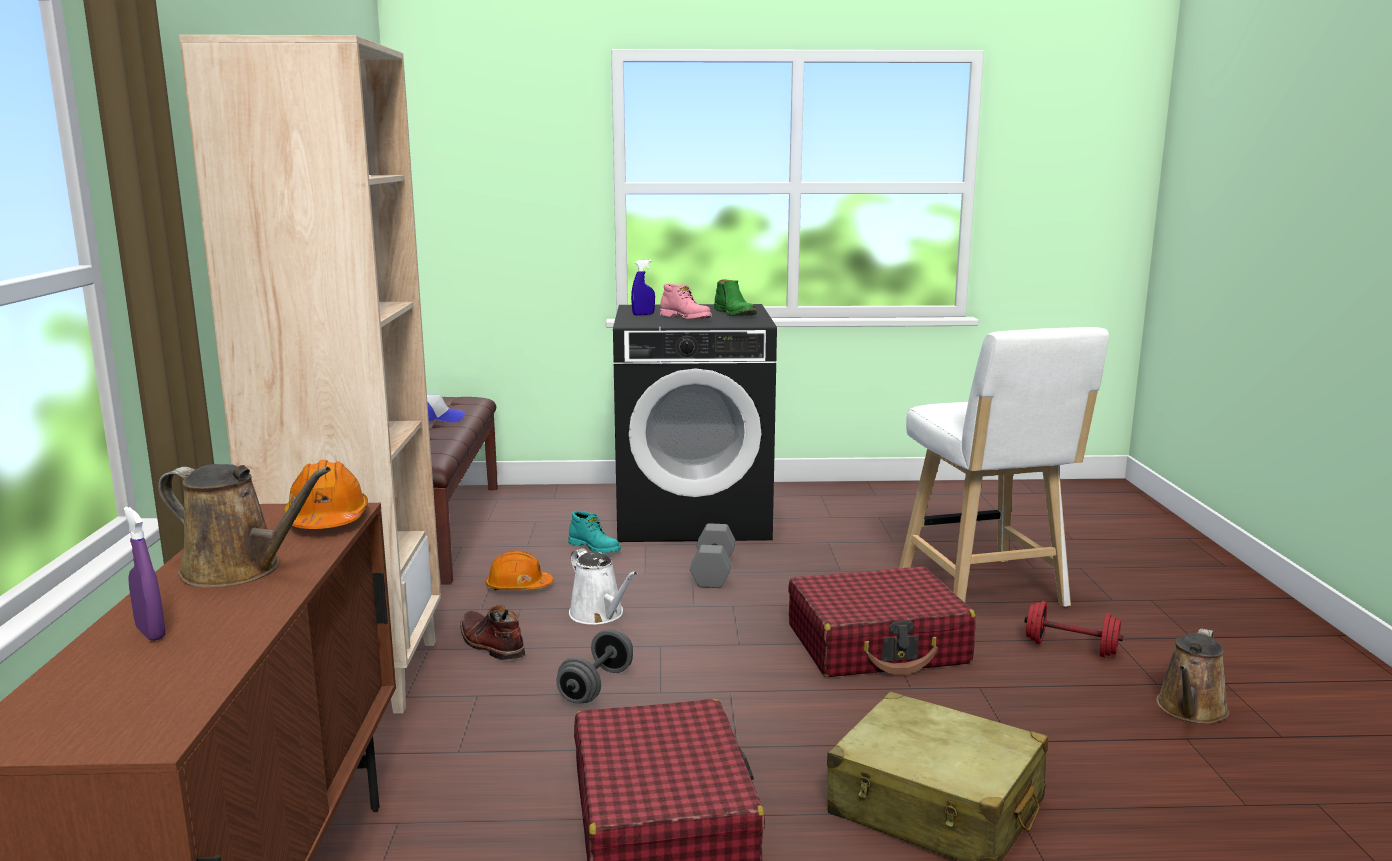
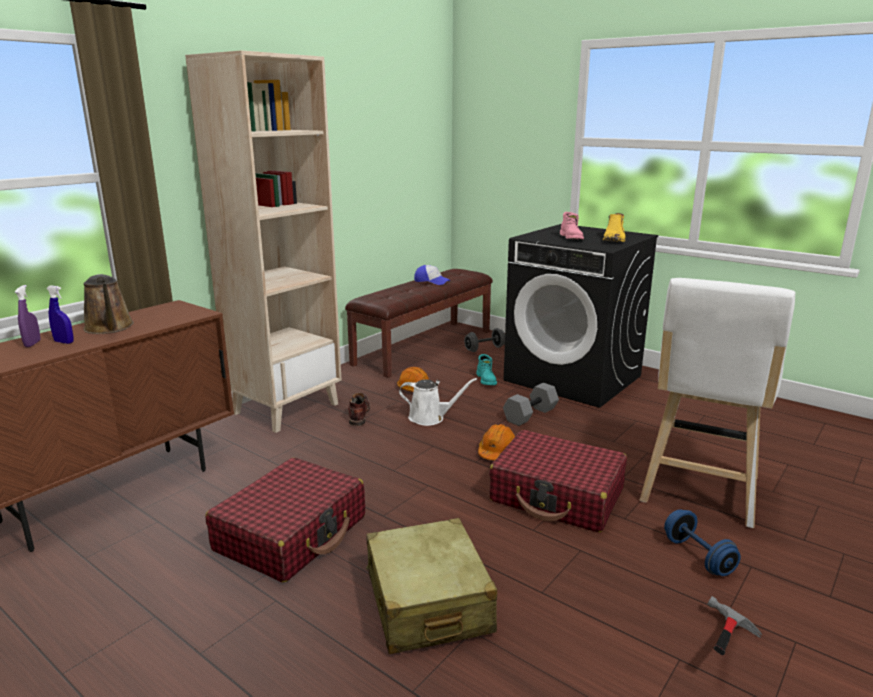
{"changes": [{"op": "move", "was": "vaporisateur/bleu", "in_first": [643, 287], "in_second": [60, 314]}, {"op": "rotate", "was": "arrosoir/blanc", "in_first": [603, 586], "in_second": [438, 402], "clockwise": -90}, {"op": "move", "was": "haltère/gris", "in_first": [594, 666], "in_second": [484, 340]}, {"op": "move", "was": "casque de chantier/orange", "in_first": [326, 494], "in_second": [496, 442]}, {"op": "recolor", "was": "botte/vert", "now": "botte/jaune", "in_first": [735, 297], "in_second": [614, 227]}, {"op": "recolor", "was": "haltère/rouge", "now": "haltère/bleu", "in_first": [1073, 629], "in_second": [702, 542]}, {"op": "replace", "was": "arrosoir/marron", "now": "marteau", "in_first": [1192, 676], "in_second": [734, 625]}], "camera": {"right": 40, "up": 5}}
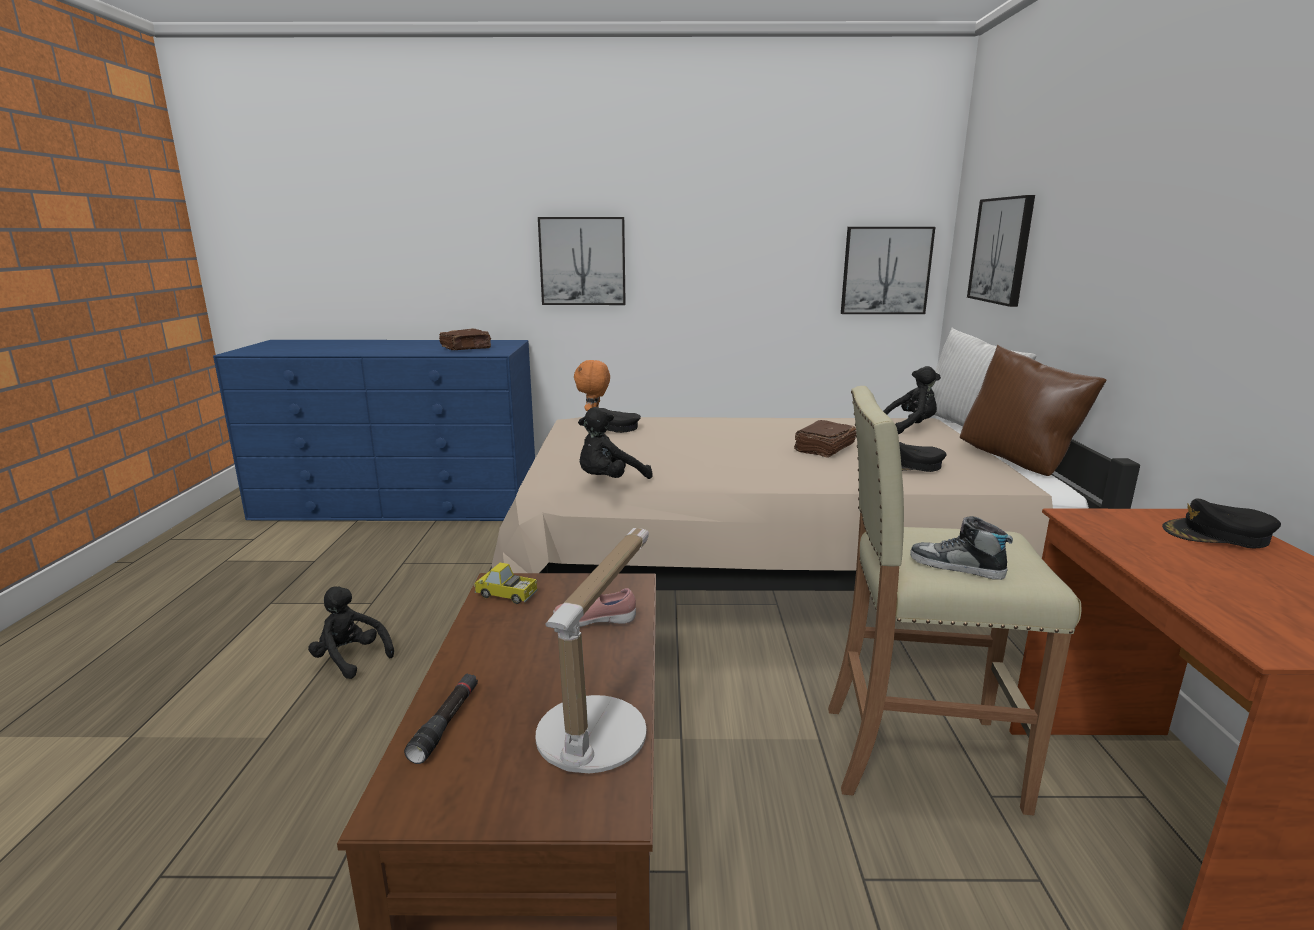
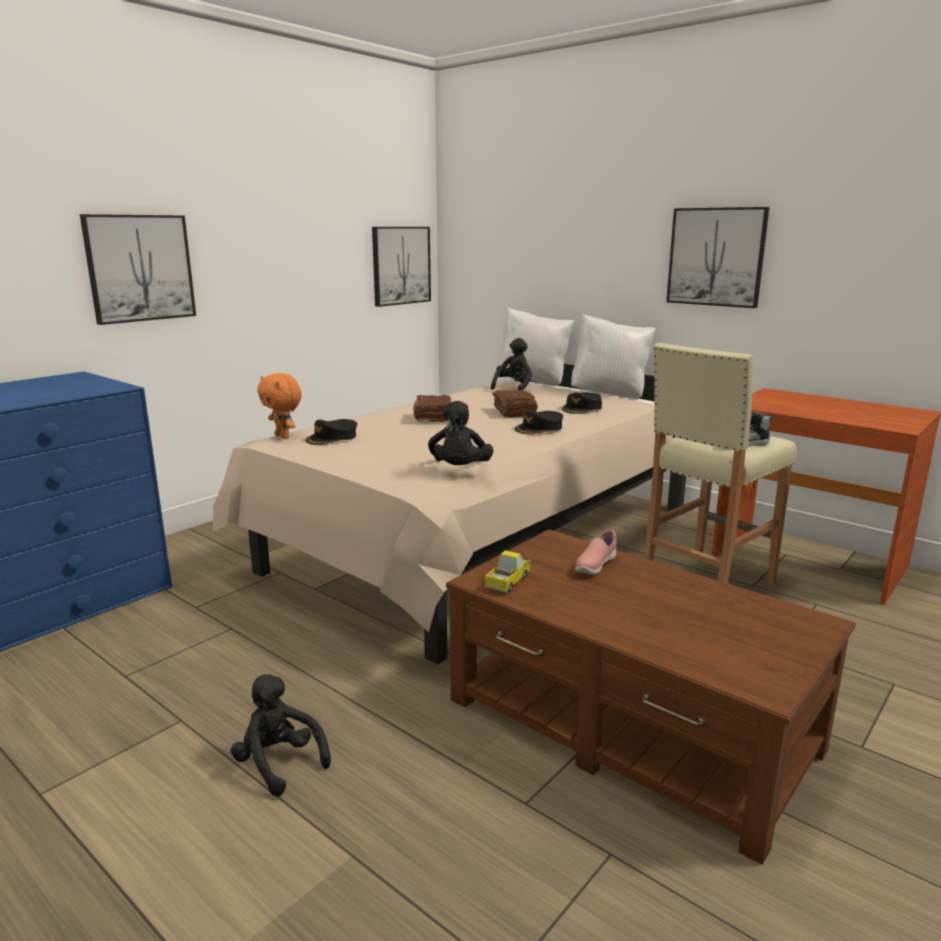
{"changes": [{"op": "rotate", "was": "peluche/noir", "in_first": [351, 632], "in_second": [281, 735], "clockwise": 60}, {"op": "move", "was": "livre/marron", "in_first": [465, 339], "in_second": [432, 408]}, {"op": "rotate", "was": "camion jouet", "in_first": [506, 583], "in_second": [507, 571], "clockwise": 150}, {"op": "move", "was": "casquette/noir", "in_first": [1221, 524], "in_second": [539, 422]}, {"op": "recolor", "was": "coussin/marron", "now": "coussin/blanc", "in_first": [1033, 410], "in_second": [613, 356]}, {"op": "move", "was": "tableau", "in_first": [1001, 251], "in_second": [717, 257]}, {"op": "delete", "was": "lampe de poche/noir", "in_first": [441, 718]}, {"op": "delete", "was": "lampe de table", "in_first": [592, 650]}], "camera": {"right": -50, "up": 0}}
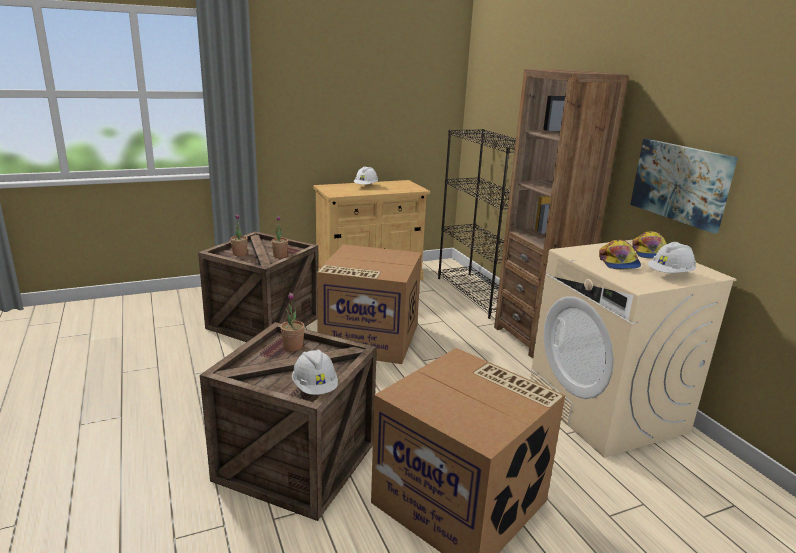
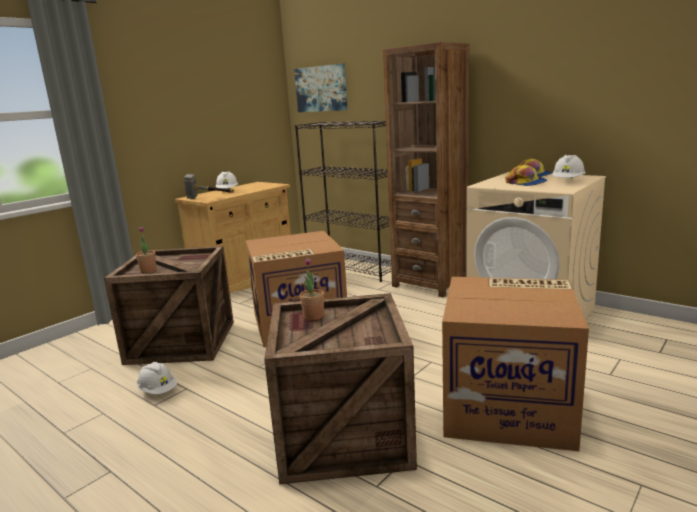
{"changes": [{"op": "move", "was": "casque de chantier/blanc", "in_first": [315, 372], "in_second": [157, 378]}, {"op": "insert", "now": "marteau", "in_second": [209, 186]}, {"op": "move", "was": "tableau", "in_first": [684, 186], "in_second": [320, 87]}, {"op": "delete", "was": "plante en pot", "in_first": [279, 237]}], "camera": {"right": -25, "up": -5}}
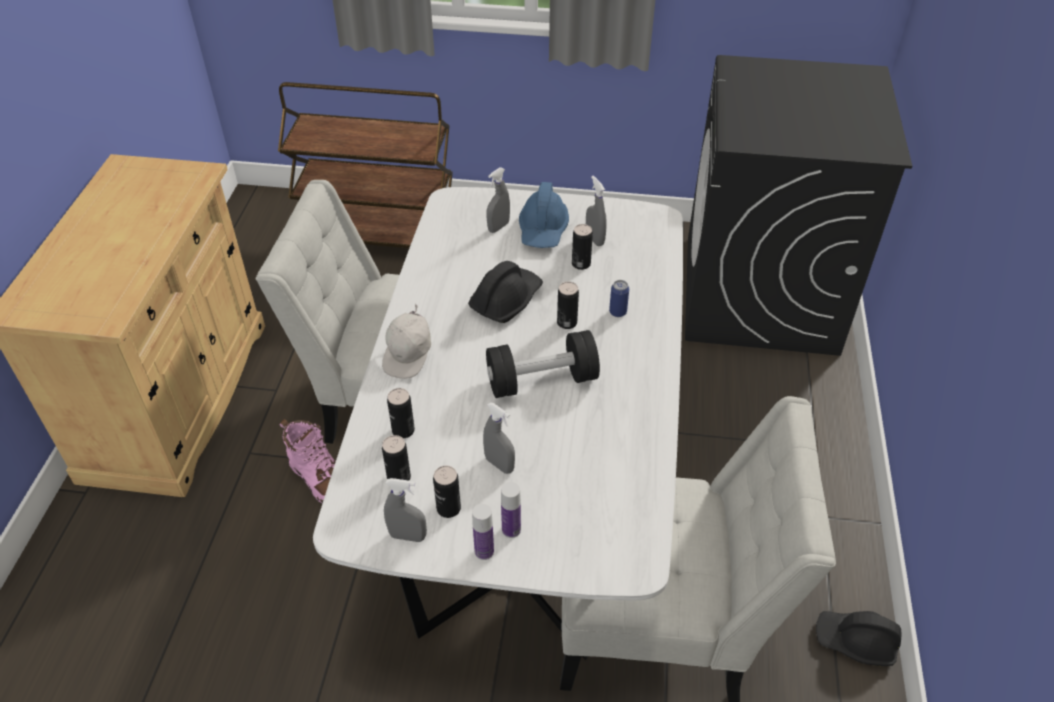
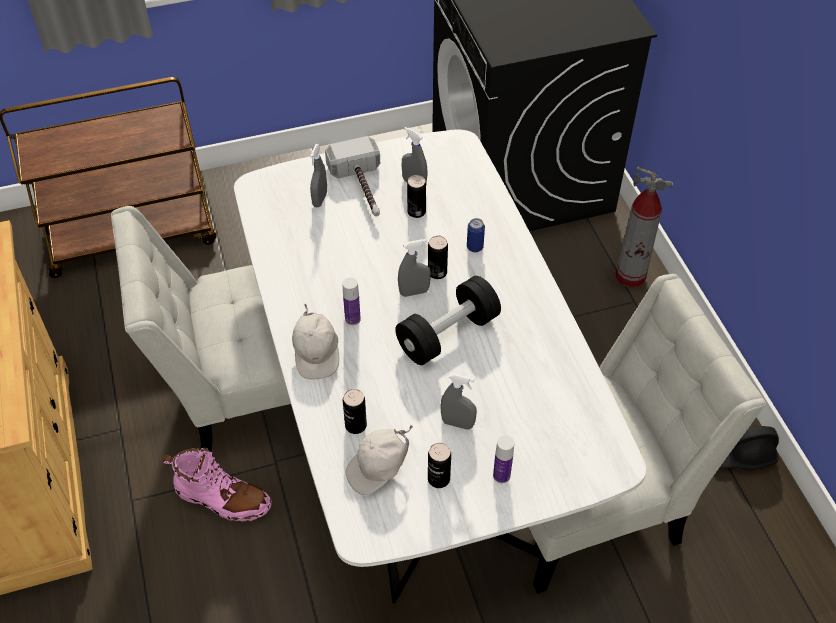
{"changes": [{"op": "replace", "was": "casque de chantier/bleu", "now": "marteau", "in_first": [544, 215], "in_second": [352, 176]}, {"op": "move", "was": "bouteille", "in_first": [483, 532], "in_second": [351, 301]}, {"op": "replace", "was": "boîte métallique", "now": "casquette/blanc", "in_first": [396, 458], "in_second": [379, 460]}, {"op": "move", "was": "vaporisateur/gris", "in_first": [405, 510], "in_second": [414, 268]}, {"op": "insert", "now": "extincteur", "in_second": [644, 227]}, {"op": "delete", "was": "casque de chantier/noir", "in_first": [505, 292]}], "camera": {"right": -25, "up": 5}}
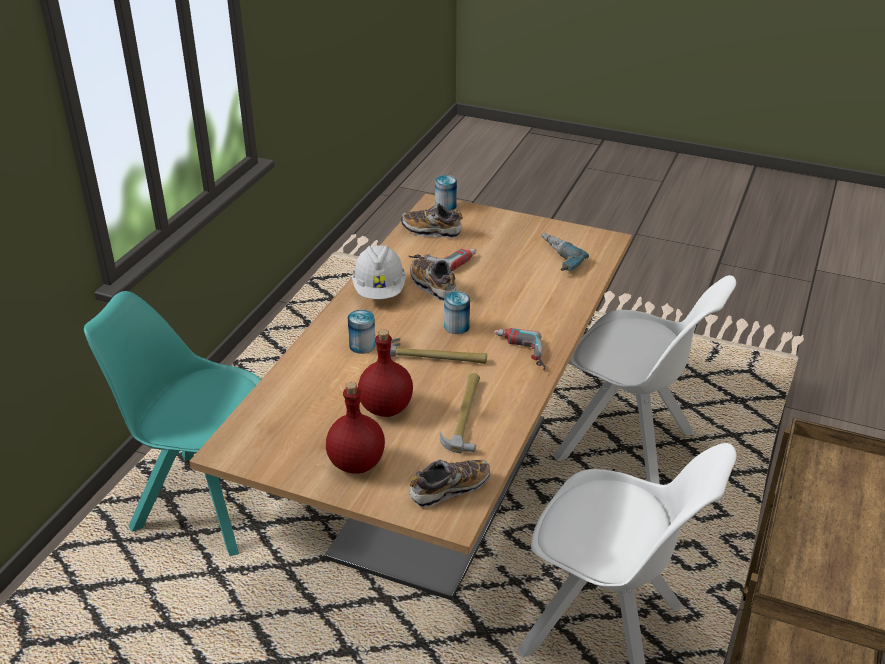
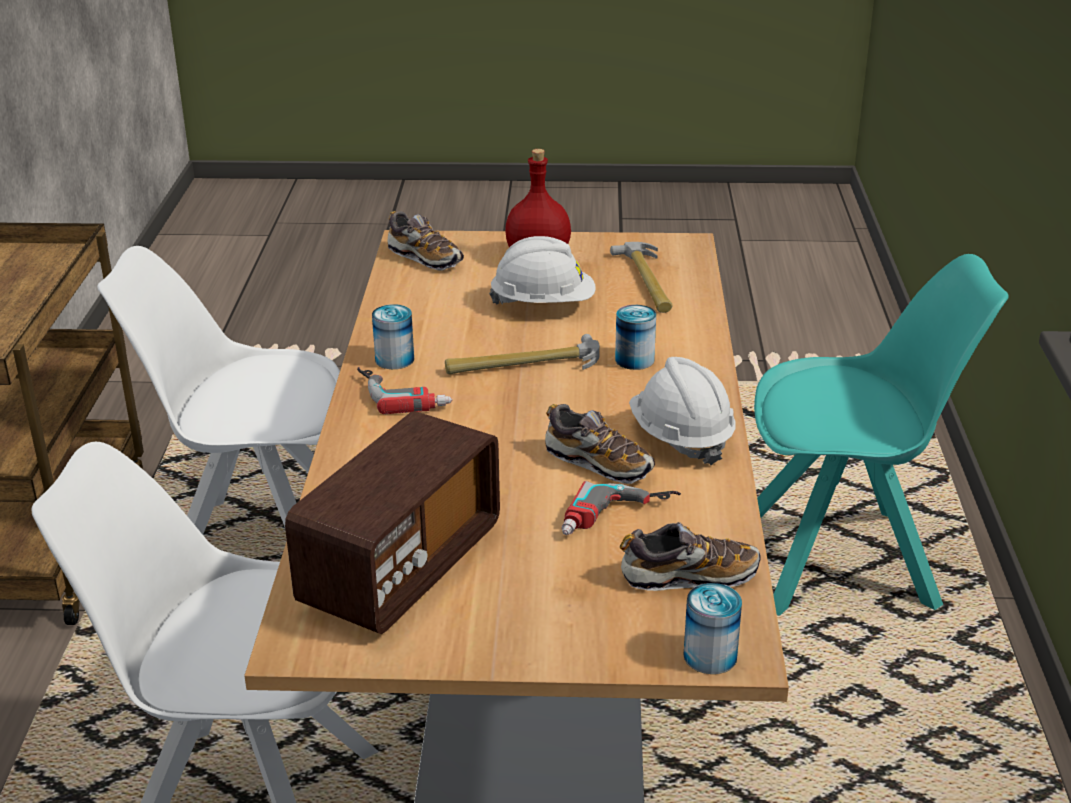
{"changes": [{"op": "replace", "was": "perceuse", "now": "radio", "in_first": [565, 252], "in_second": [392, 522]}, {"op": "move", "was": "boîte métallique", "in_first": [457, 312], "in_second": [393, 336]}, {"op": "rotate", "was": "chaussure", "in_first": [449, 483], "in_second": [426, 241], "clockwise": -90}, {"op": "replace", "was": "bouteille/rouge", "now": "casque de chantier/blanc", "in_first": [385, 373], "in_second": [542, 270]}, {"op": "move", "was": "marteau", "in_first": [460, 413], "in_second": [641, 277]}], "camera": {"right": 160, "up": -5}}
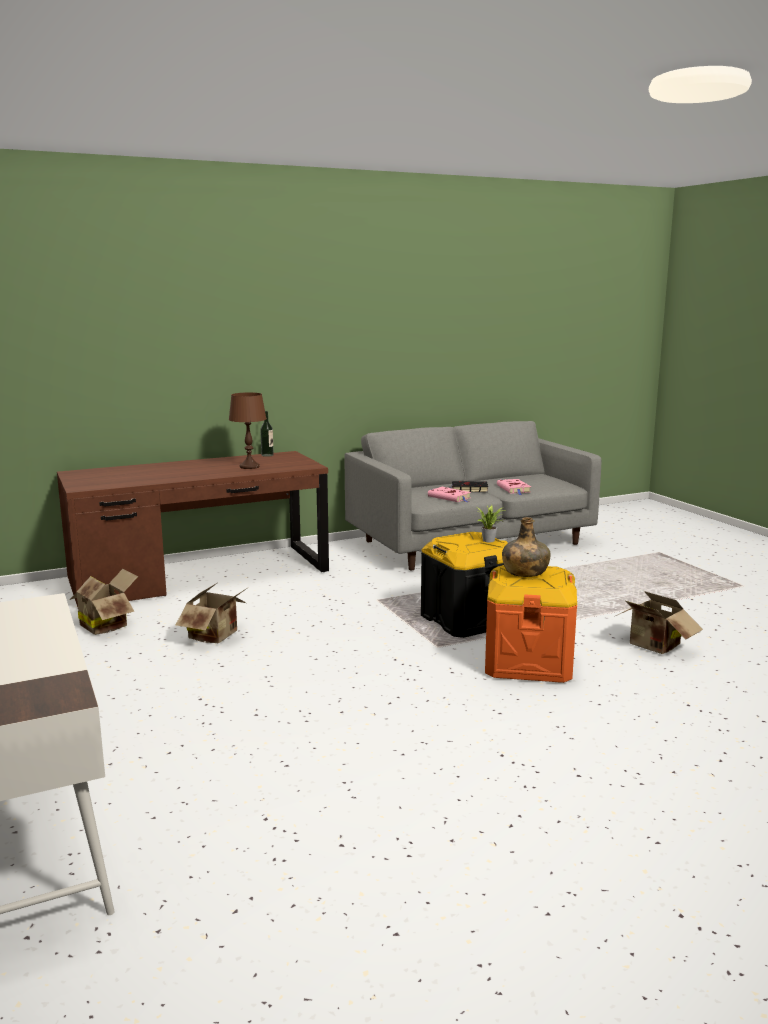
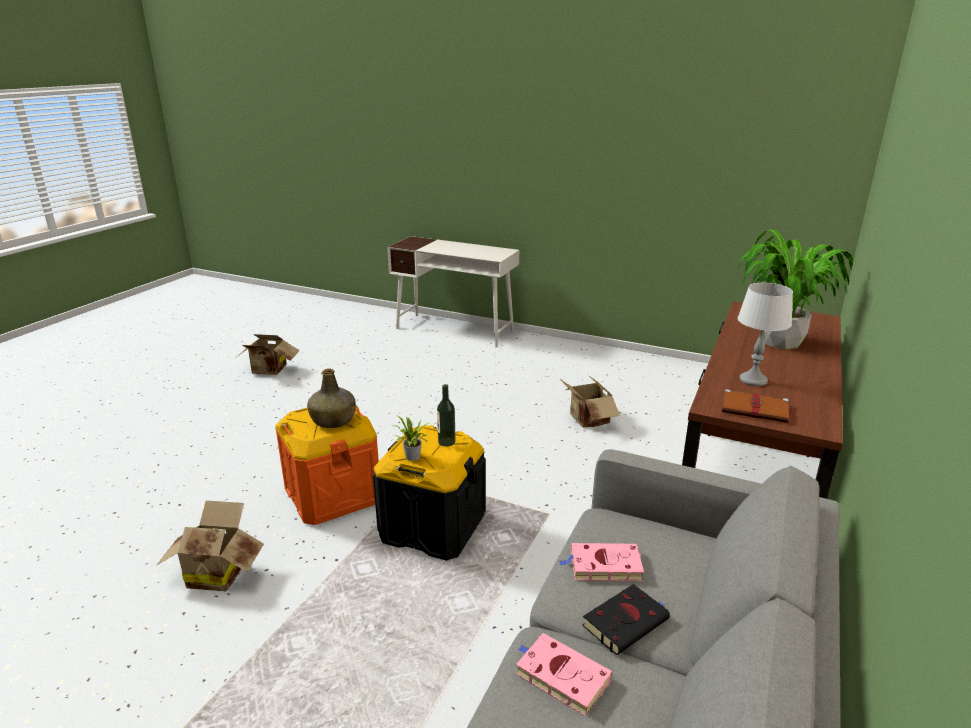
{"changes": [{"op": "move", "was": "carton", "in_first": [104, 602], "in_second": [268, 354]}, {"op": "move", "was": "bouteille", "in_first": [267, 434], "in_second": [446, 415]}, {"op": "insert", "now": "livre/marron", "in_second": [757, 406]}, {"op": "insert", "now": "plante en pot", "in_second": [795, 289]}, {"op": "recolor", "was": "lampe de table/marron", "now": "lampe de table/gris", "in_first": [248, 430], "in_second": [765, 334]}], "camera": {"right": 140, "up": 10}}
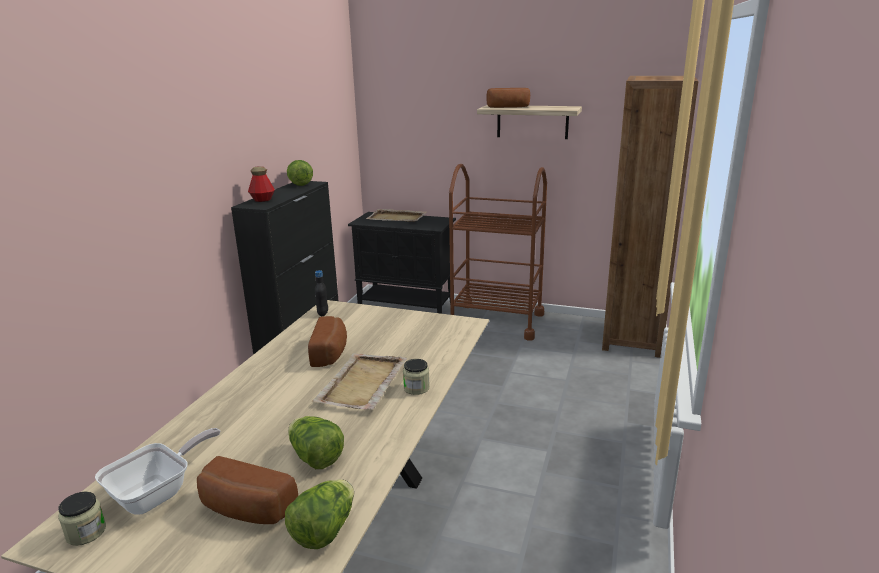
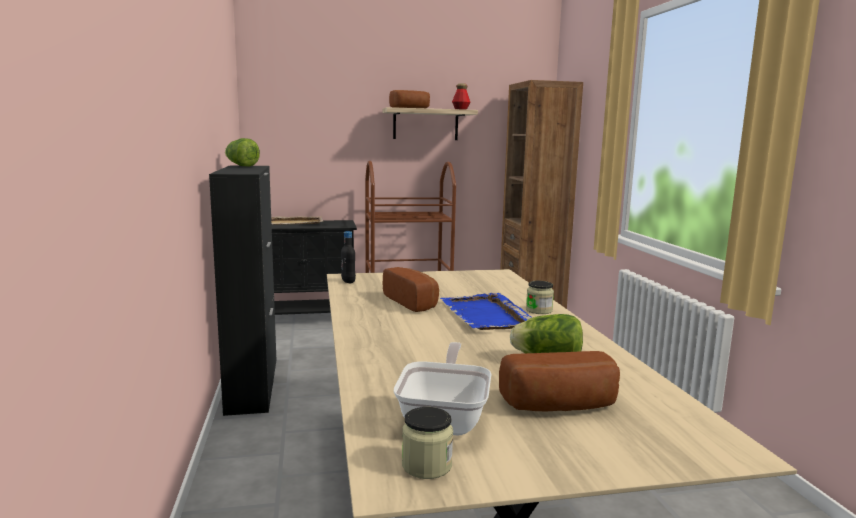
{"changes": [{"op": "recolor", "was": "plateau/beige", "now": "plateau/bleu", "in_first": [359, 381], "in_second": [486, 311]}, {"op": "move", "was": "bouteille", "in_first": [261, 184], "in_second": [461, 96]}, {"op": "delete", "was": "laitue", "in_first": [319, 514]}], "camera": {"right": -30, "up": -10}}
